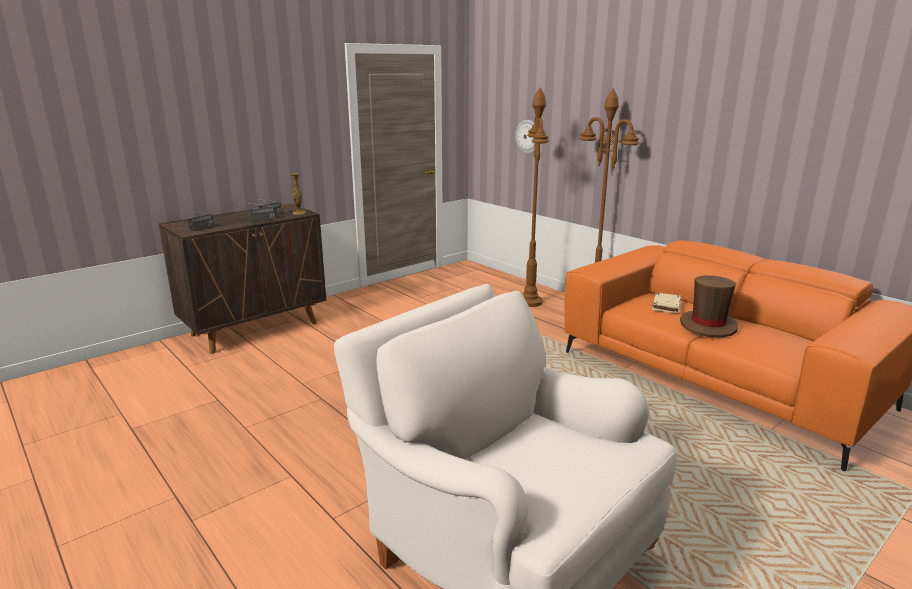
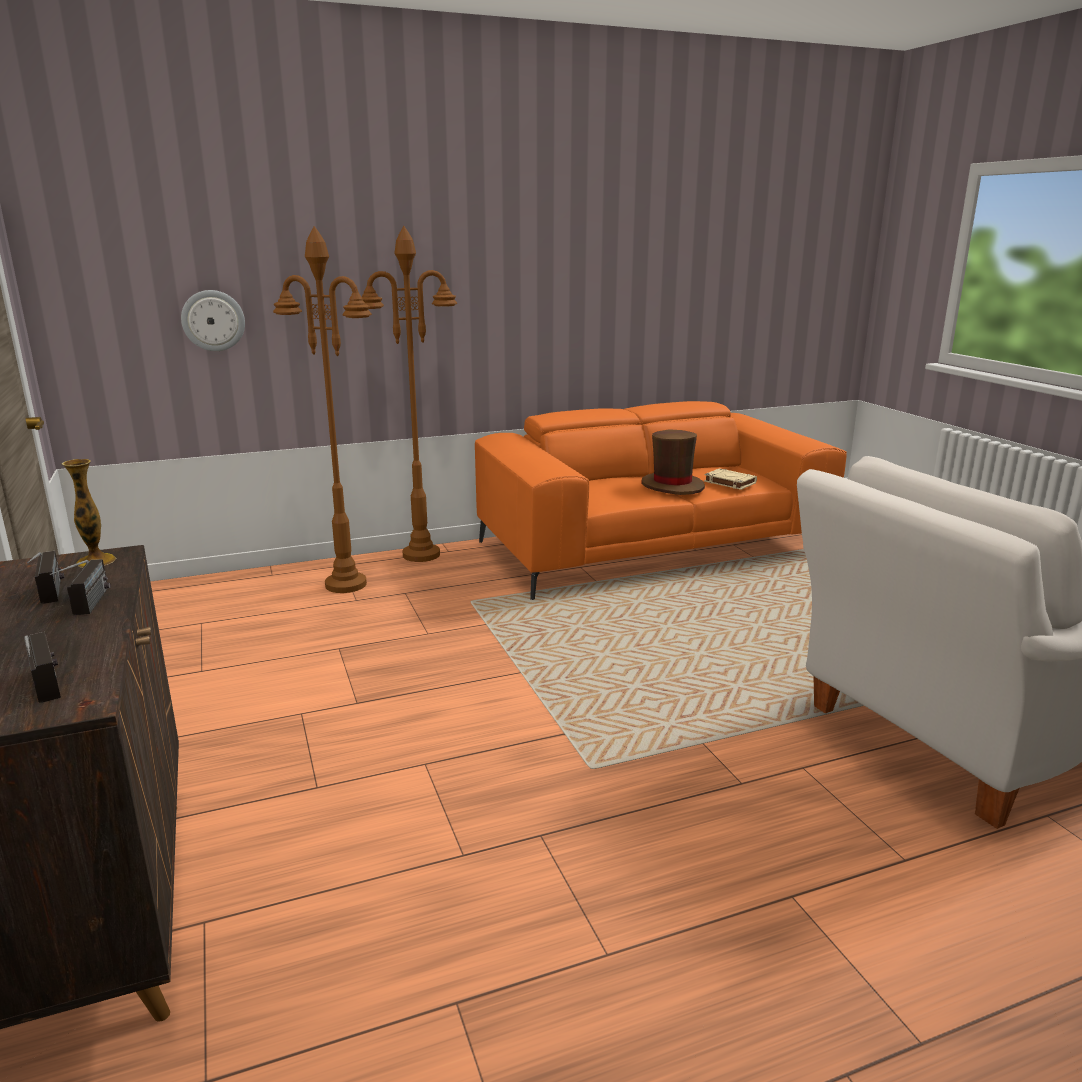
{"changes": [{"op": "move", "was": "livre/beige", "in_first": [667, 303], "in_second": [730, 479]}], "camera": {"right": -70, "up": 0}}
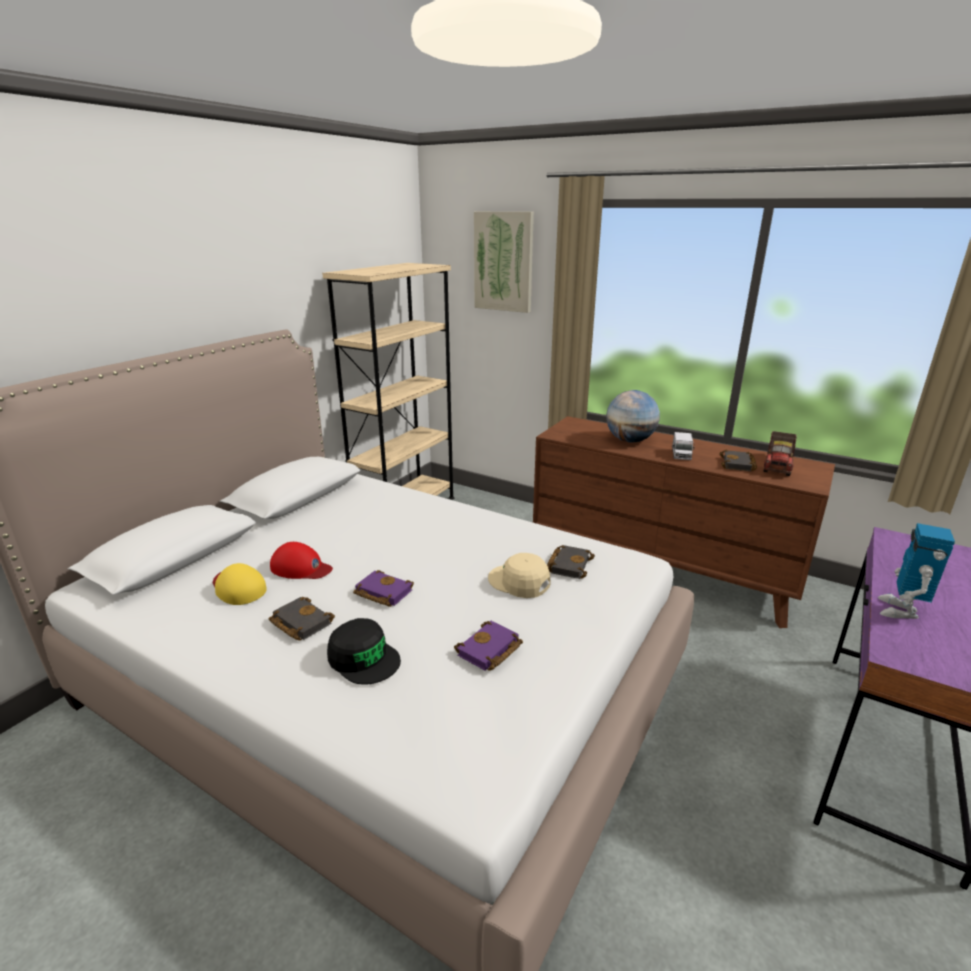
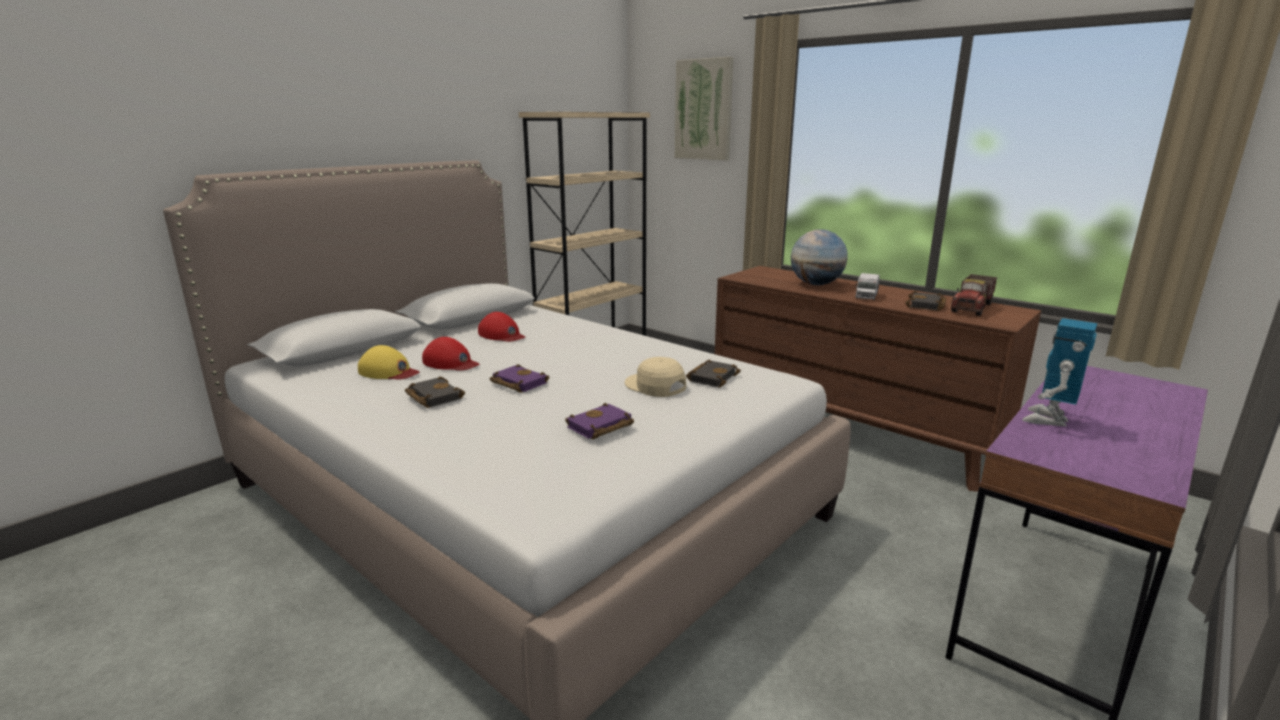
{"changes": [{"op": "rotate", "was": "casquette/jaune", "in_first": [240, 584], "in_second": [388, 362], "clockwise": 150}, {"op": "insert", "now": "casquette/rouge", "in_second": [501, 327]}, {"op": "delete", "was": "casquette/noir", "in_first": [364, 651]}], "camera": {"right": 10, "up": -5}}
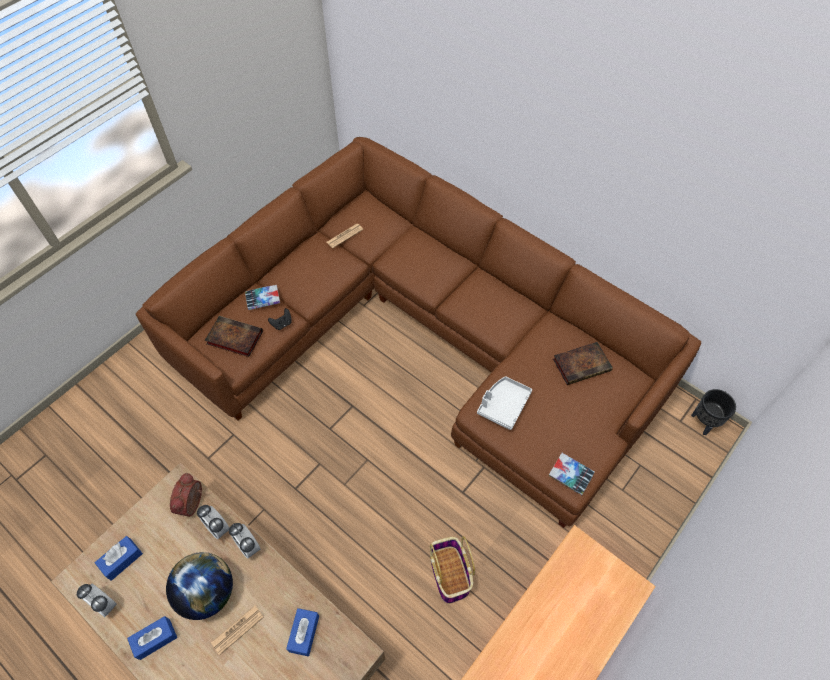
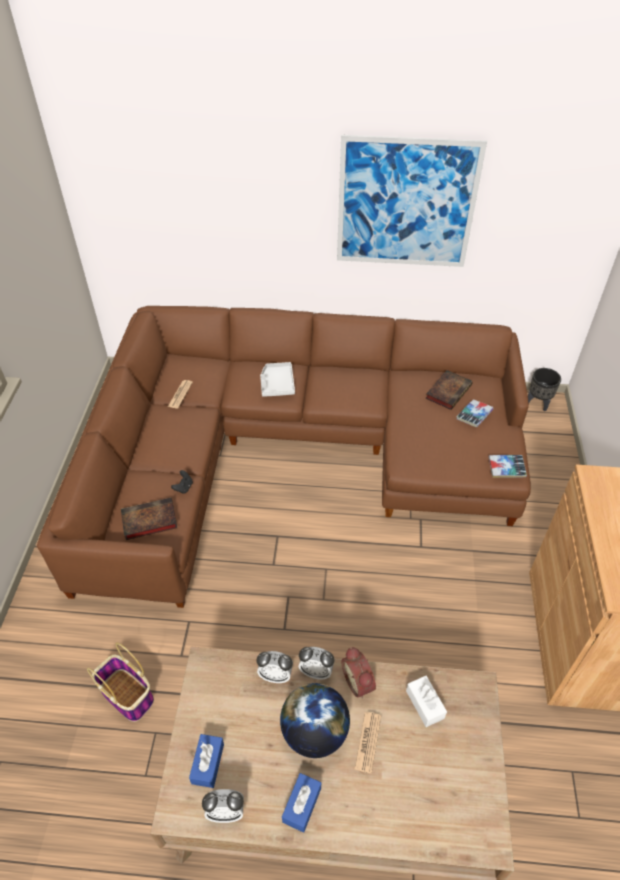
{"changes": [{"op": "move", "was": "panier", "in_first": [452, 570], "in_second": [120, 682]}, {"op": "move", "was": "plateau/gris", "in_first": [504, 403], "in_second": [277, 379]}, {"op": "insert", "now": "tableau", "in_second": [412, 201]}, {"op": "move", "was": "réveil", "in_first": [186, 495], "in_second": [358, 672]}, {"op": "recolor", "was": "boîte à mouchoirs/bleu", "now": "boîte à mouchoirs/blanc", "in_first": [302, 632], "in_second": [426, 701]}, {"op": "move", "was": "livre", "in_first": [262, 297], "in_second": [475, 413]}], "camera": {"right": -35, "up": -10}}
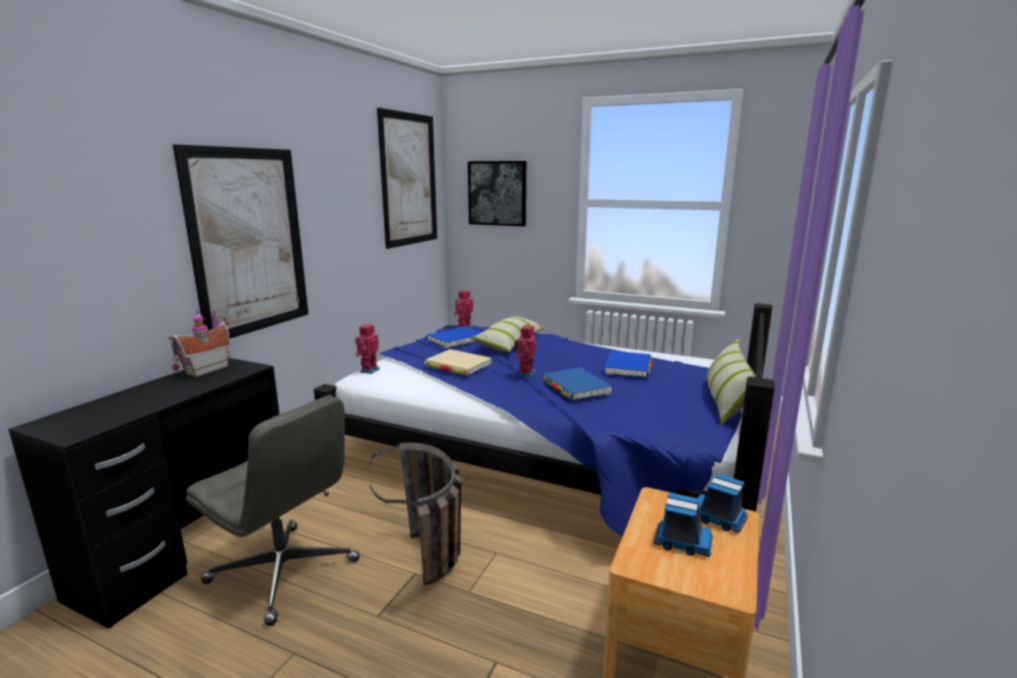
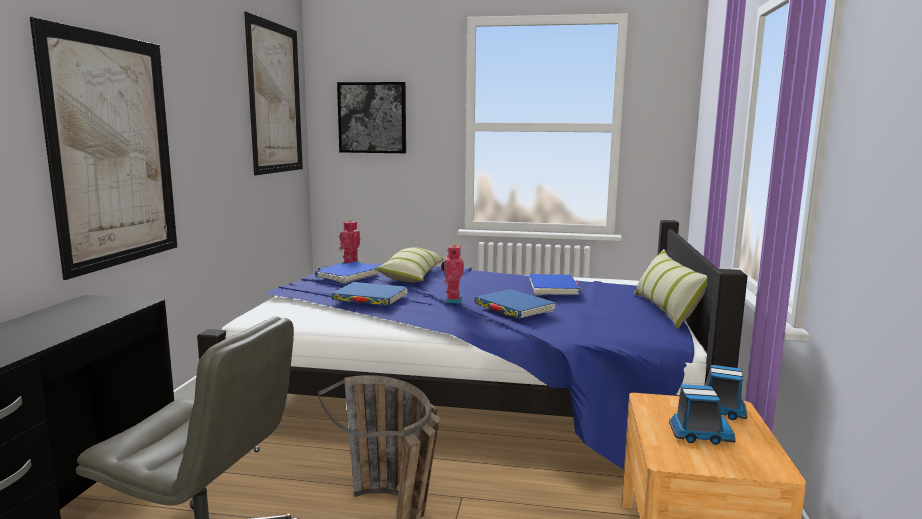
{"changes": [{"op": "recolor", "was": "livre/beige", "now": "livre/bleu", "in_first": [457, 362], "in_second": [369, 293]}, {"op": "delete", "was": "maison miniature", "in_first": [200, 343]}, {"op": "delete", "was": "robot jouet", "in_first": [367, 348]}], "camera": {"right": -15, "up": -5}}
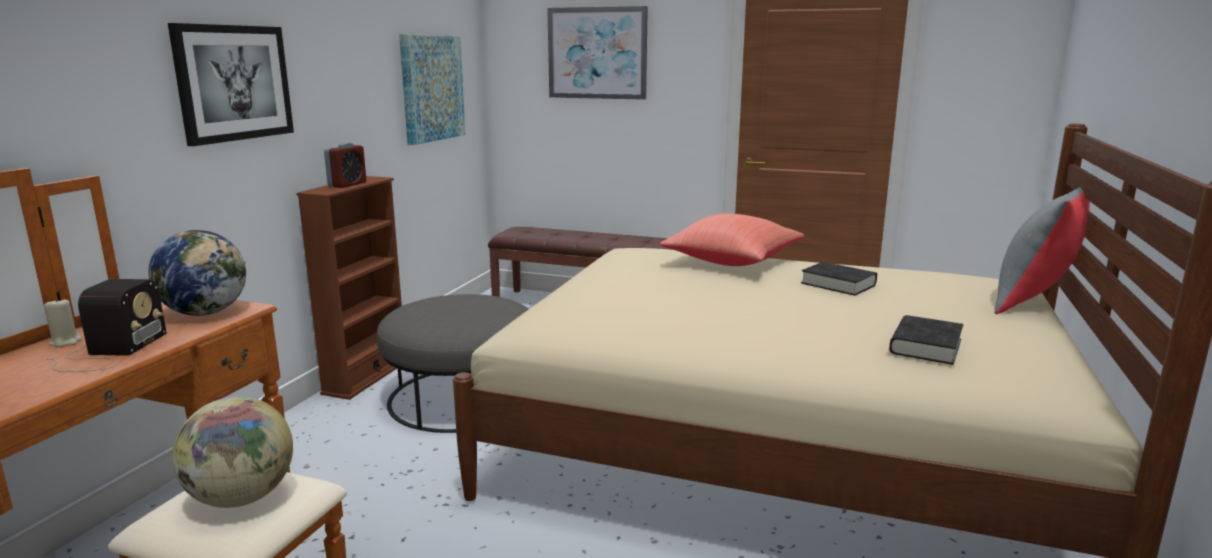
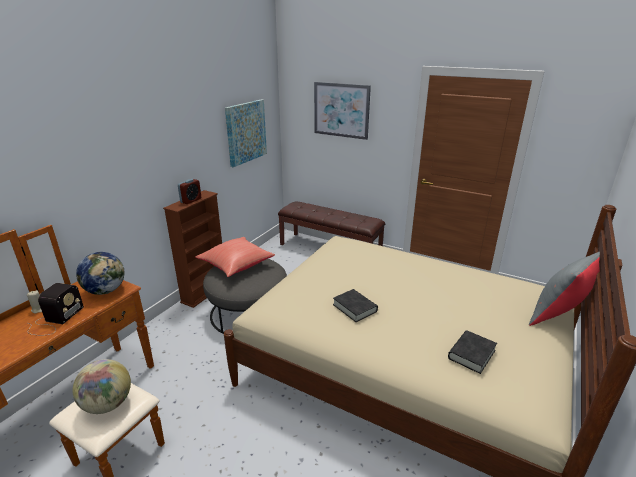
{"changes": [{"op": "move", "was": "coussin/rouge", "in_first": [732, 240], "in_second": [235, 257]}, {"op": "move", "was": "livre/noir", "in_first": [839, 279], "in_second": [355, 305]}, {"op": "delete", "was": "tableau", "in_first": [231, 84]}], "camera": {"right": 10, "up": 10}}
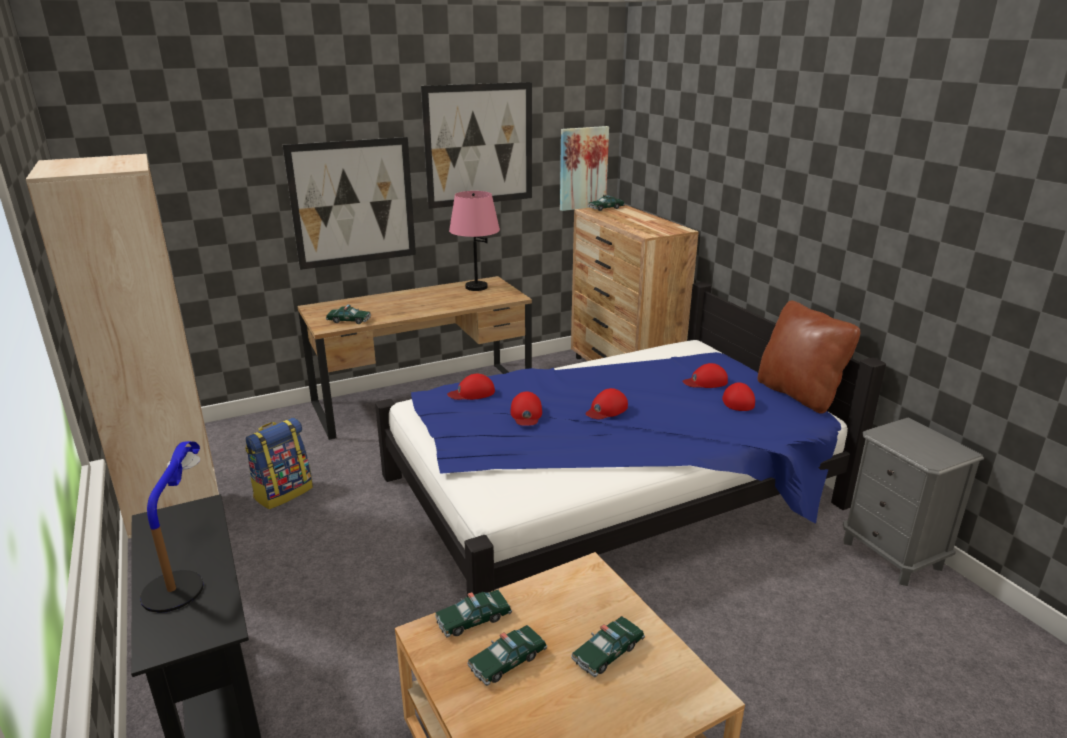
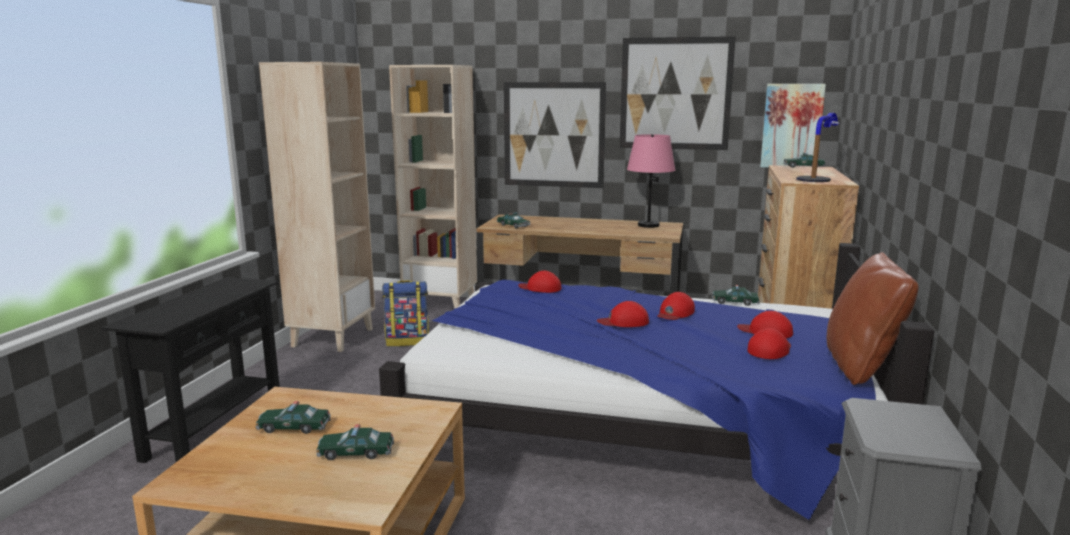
{"changes": [{"op": "insert", "now": "bibliothèque/beige", "in_second": [433, 186]}, {"op": "move", "was": "casquette/rouge", "in_first": [526, 408], "in_second": [676, 306]}, {"op": "move", "was": "petite voiture", "in_first": [473, 614], "in_second": [736, 295]}, {"op": "move", "was": "lampe de table", "in_first": [171, 527], "in_second": [818, 147]}], "camera": {"right": 40, "up": -10}}
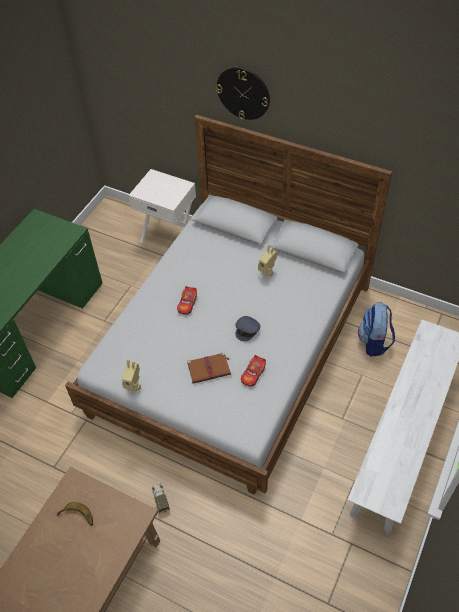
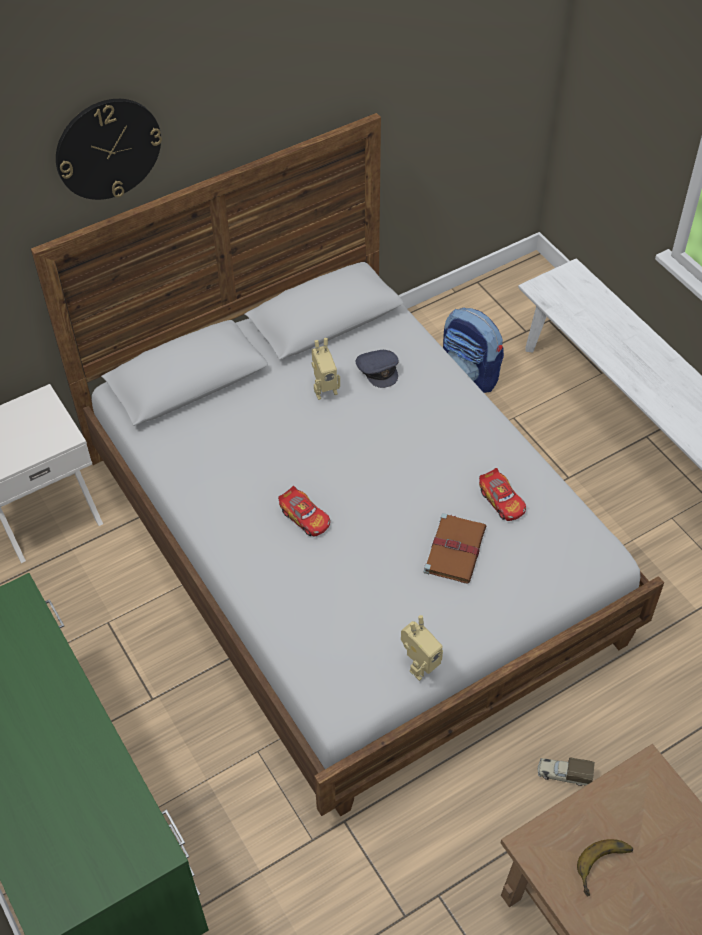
{"changes": [{"op": "move", "was": "casquette/gris", "in_first": [247, 328], "in_second": [377, 369]}], "camera": {"right": -60, "up": 0}}
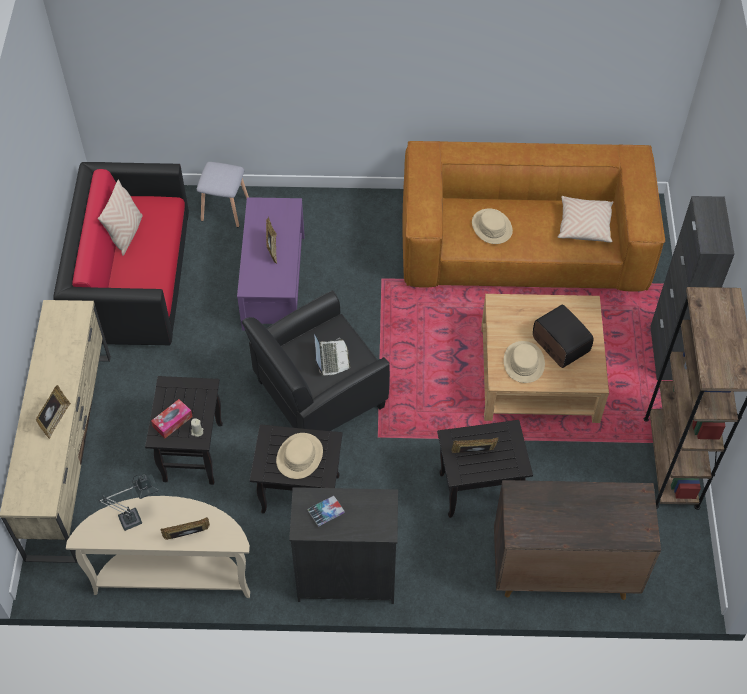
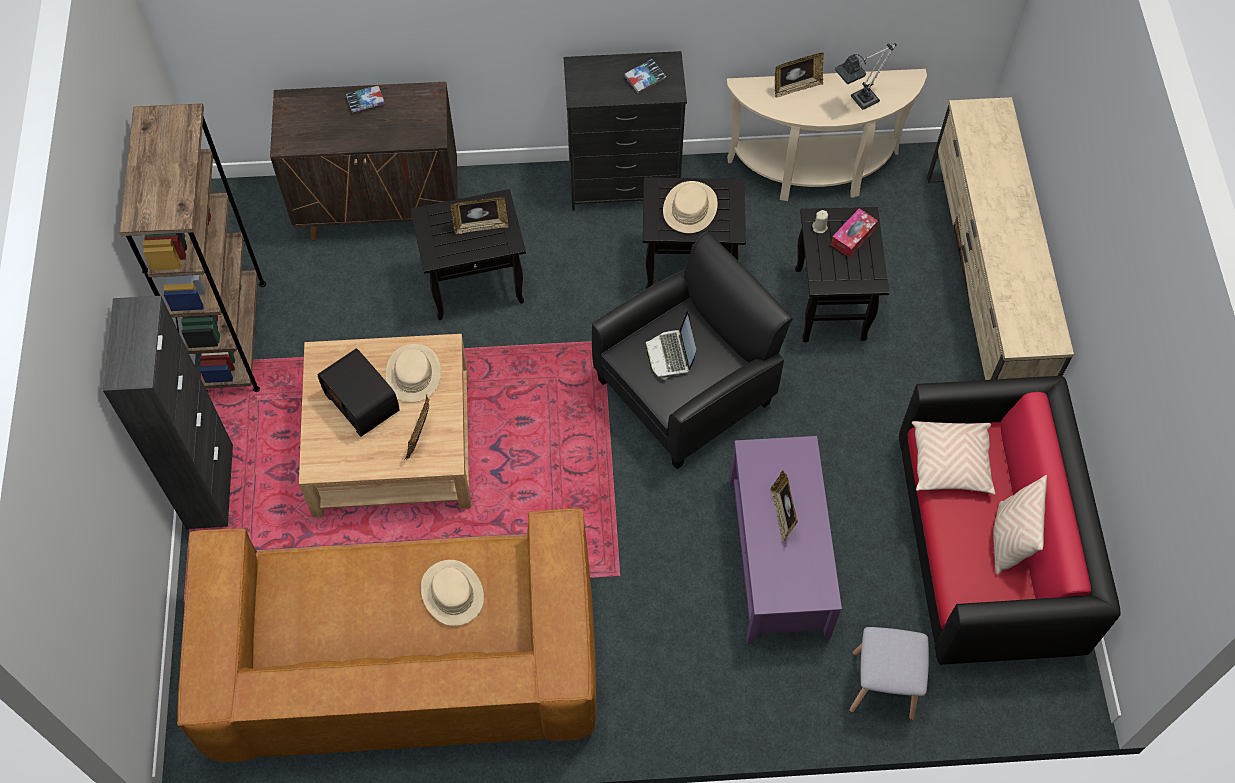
{"changes": [{"op": "insert", "now": "livre", "in_second": [365, 99]}, {"op": "move", "was": "cadre photo", "in_first": [53, 412], "in_second": [416, 427]}, {"op": "move", "was": "coussin/beige", "in_first": [585, 219], "in_second": [954, 458]}], "camera": {"right": 175, "up": 5}}
